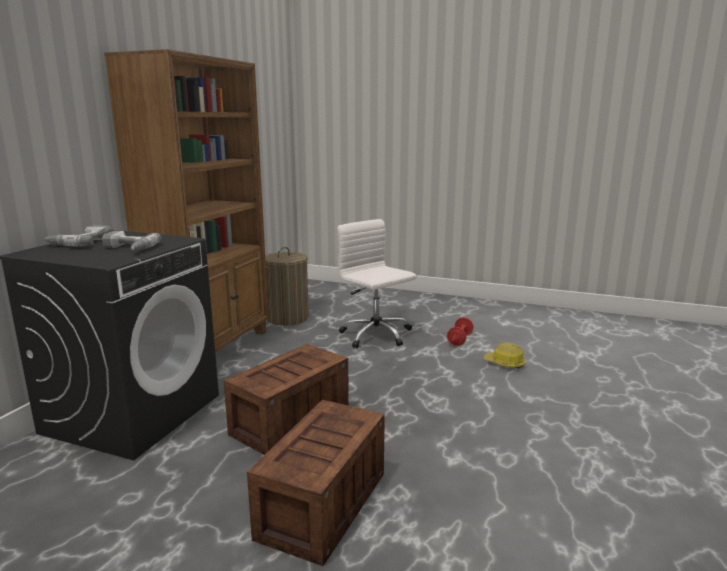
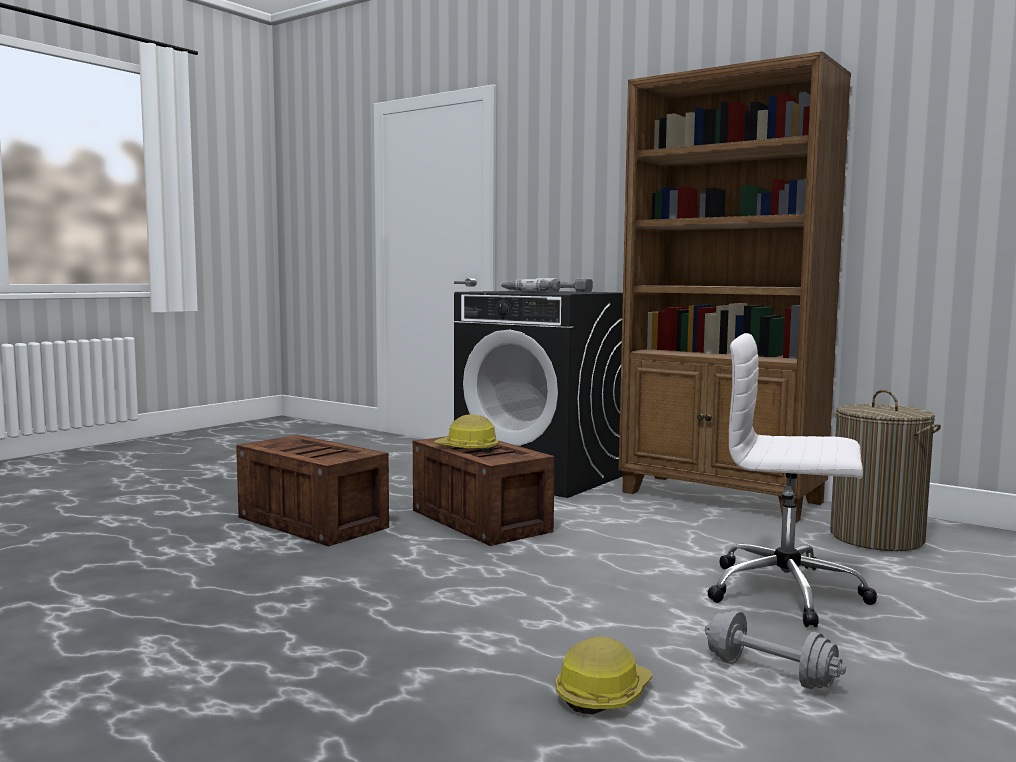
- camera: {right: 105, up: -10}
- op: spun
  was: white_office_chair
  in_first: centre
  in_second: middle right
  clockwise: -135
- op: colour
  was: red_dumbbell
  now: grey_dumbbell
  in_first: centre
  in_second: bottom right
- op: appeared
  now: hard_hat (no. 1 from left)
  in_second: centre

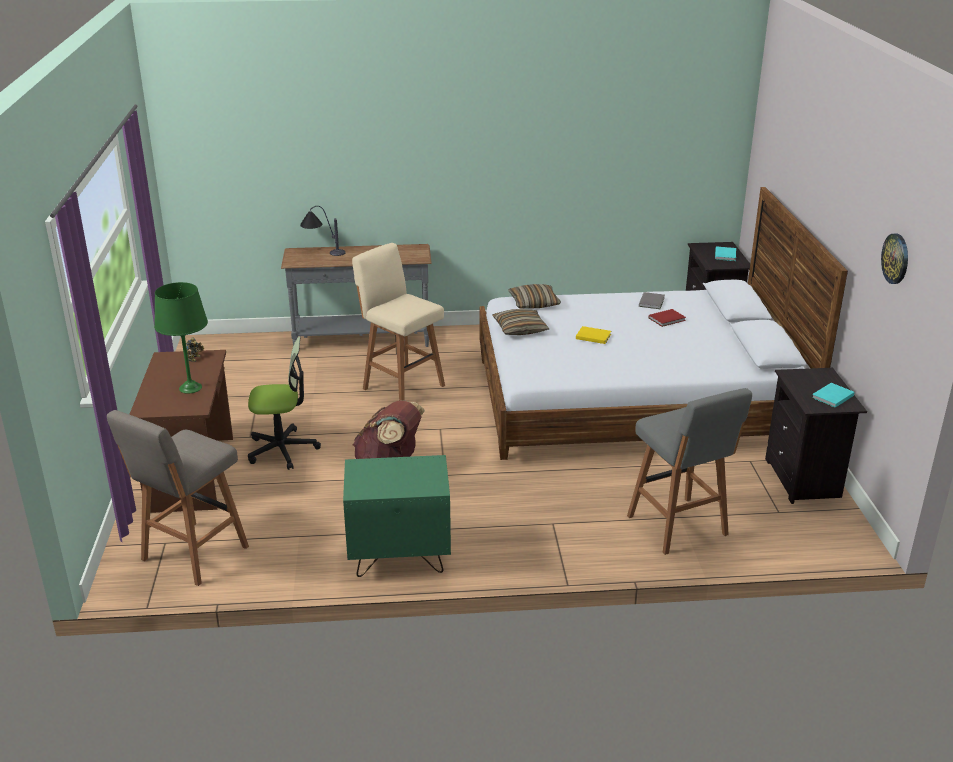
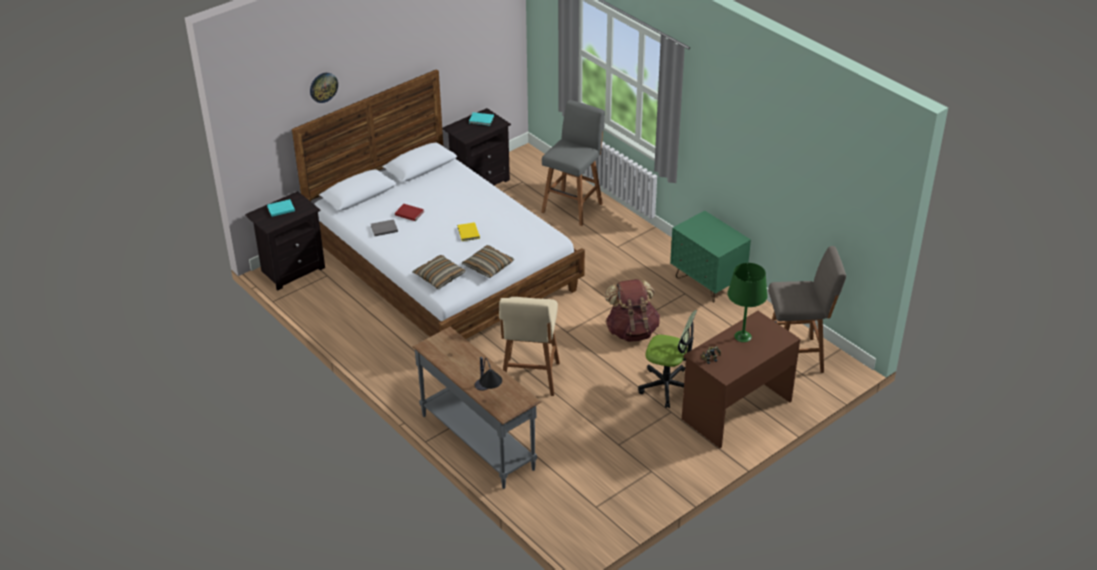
- camera: {right: -125, up: 10}
- op: spun
  was: office_chair
  in_first: middle left
  in_second: centre
  clockwise: 150
- op: relocated
  was: wall_clock
  in_first: middle right
  in_second: top left

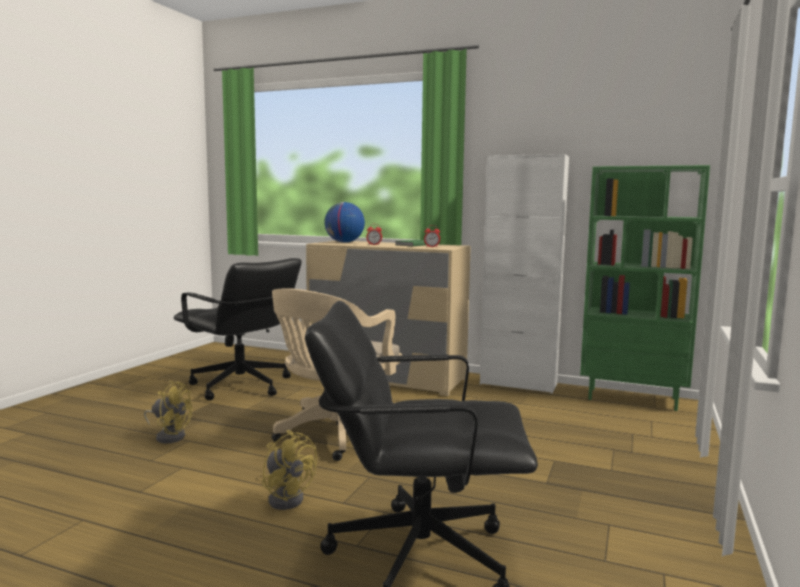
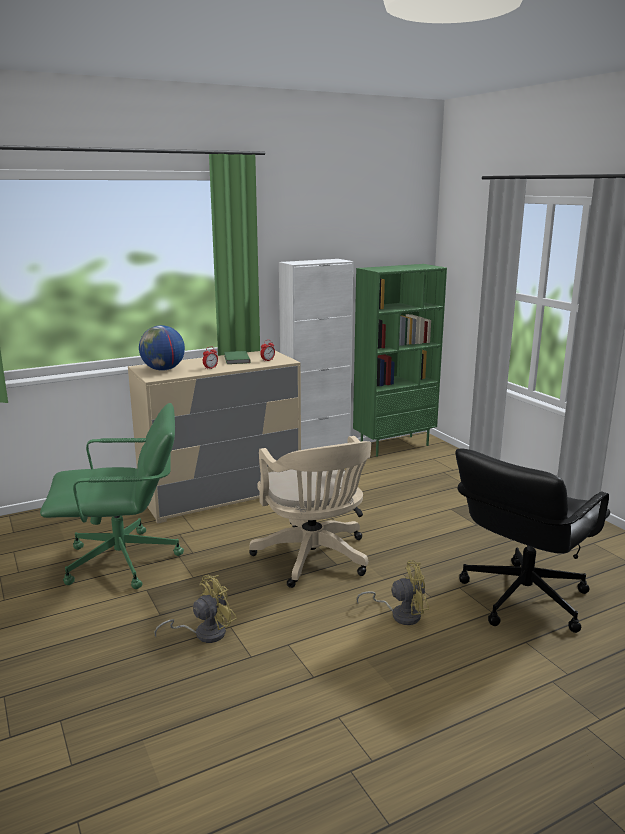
- camera: {right: -50, up: 10}
- op: colour
  was: black_office_chair (no. 1 from left)
  now: green_office_chair
  in_first: middle left
  in_second: middle left

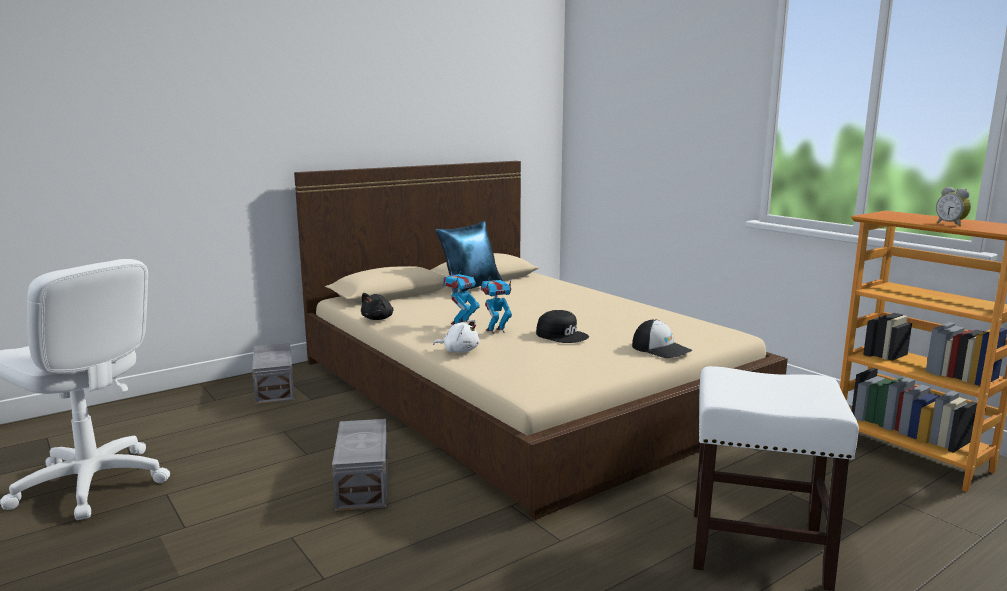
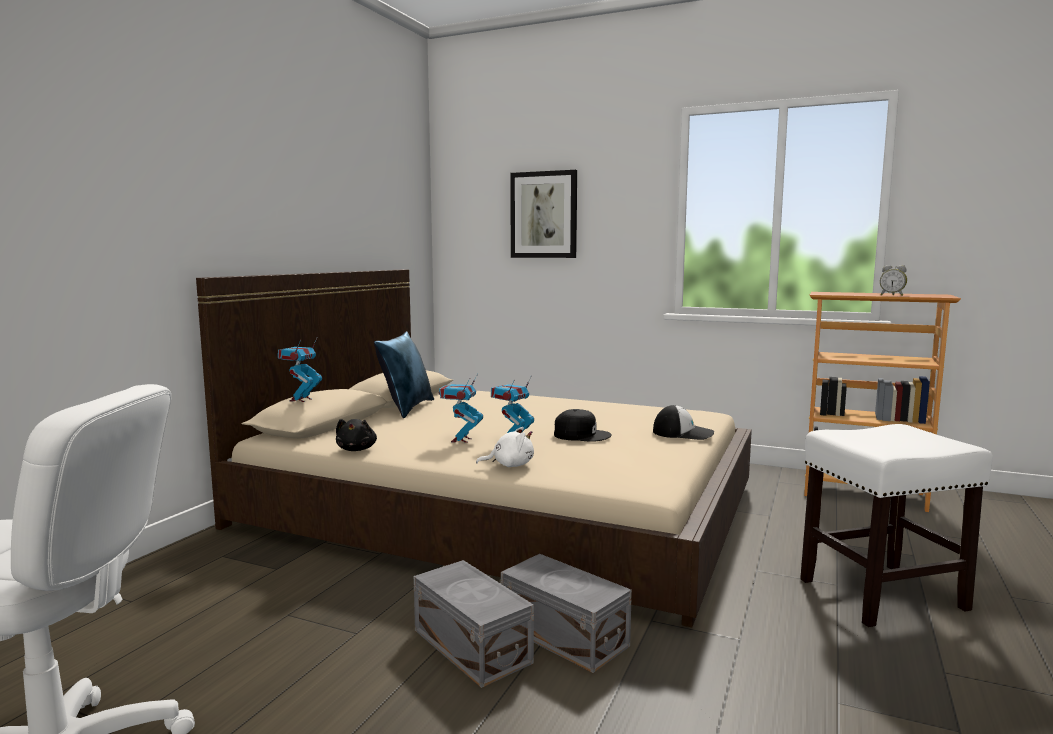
- camera: {right: -30, up: -5}
- op: relocated
  was: grey_storage_box (no. 1 from left in the first image)
  now: grey_storage_box (no. 2 from left)
  in_first: middle left
  in_second: bottom centre
- op: appeared
  now: toy_robot (no. 1 from left)
  in_second: middle left
- op: appeared
  now: picture
  in_second: top centre

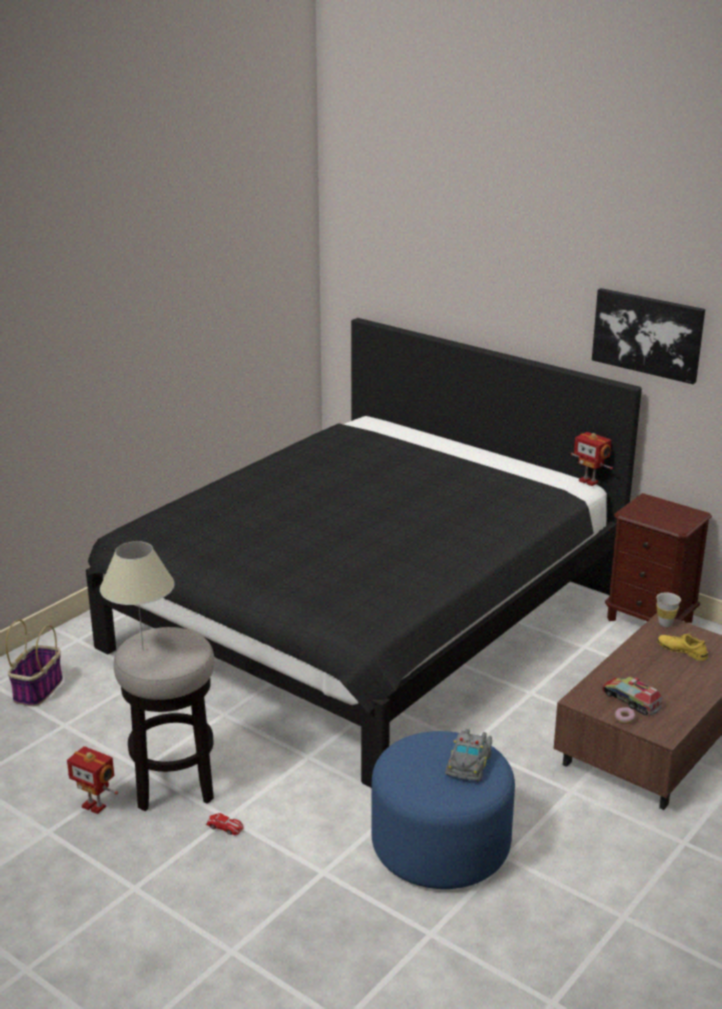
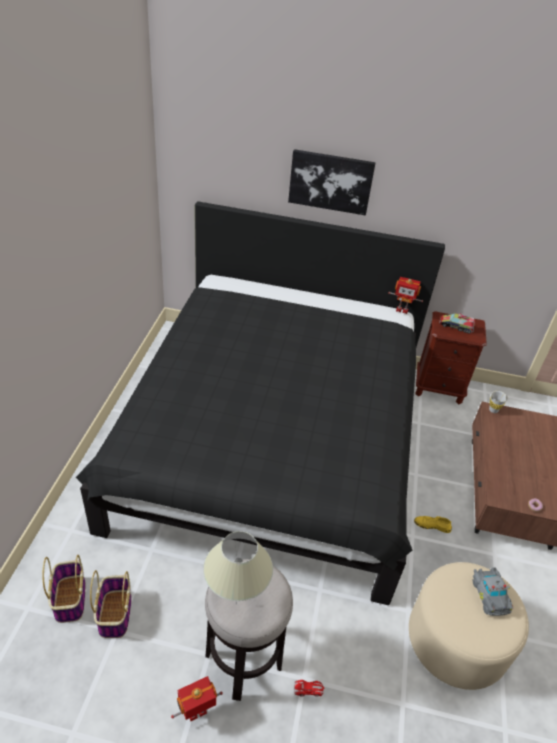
- camera: {right: -30, up: 15}
- op: spun
  was: toy_robot (no. 1 from left)
  in_first: bottom left
  in_second: bottom centre
  clockwise: 150
- op: colour
  was: blue_ottoman
  now: beige_ottoman
  in_first: bottom centre
  in_second: bottom right
- op: relocated
  was: picture
  in_first: top right
  in_second: top centre
- op: relocated
  was: toy_truck
  in_first: bottom right
  in_second: middle right
- op: relocated
  was: yellow_shoe
  in_first: middle right
  in_second: bottom right
- op: appeared
  now: basket (no. 2 from left)
  in_second: bottom left

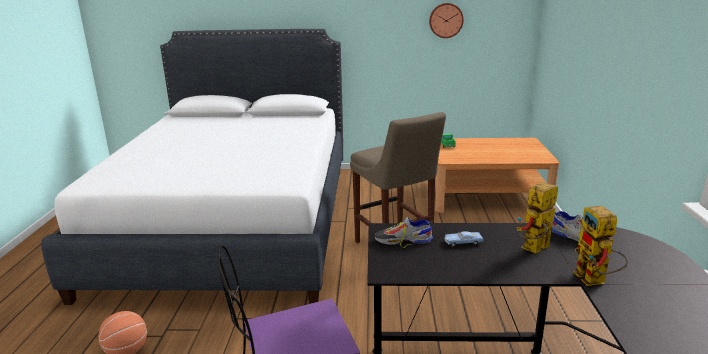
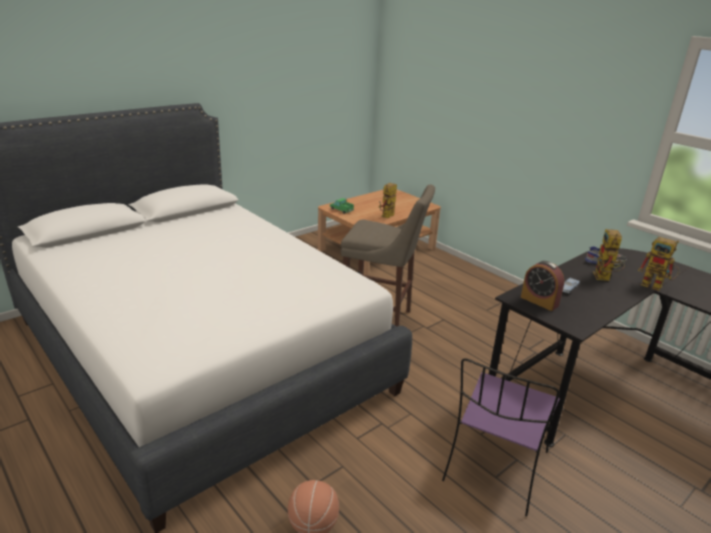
- camera: {right: -45, up: 5}
- op: exchanged
  was: shoe (no. 1 from left)
  now: alarm_clock
  in_first: centre
  in_second: middle right
- op: missing
  was: wall_clock
  in_first: top centre
- op: appeared
  now: toy_robot (no. 1 from left)
  in_second: centre

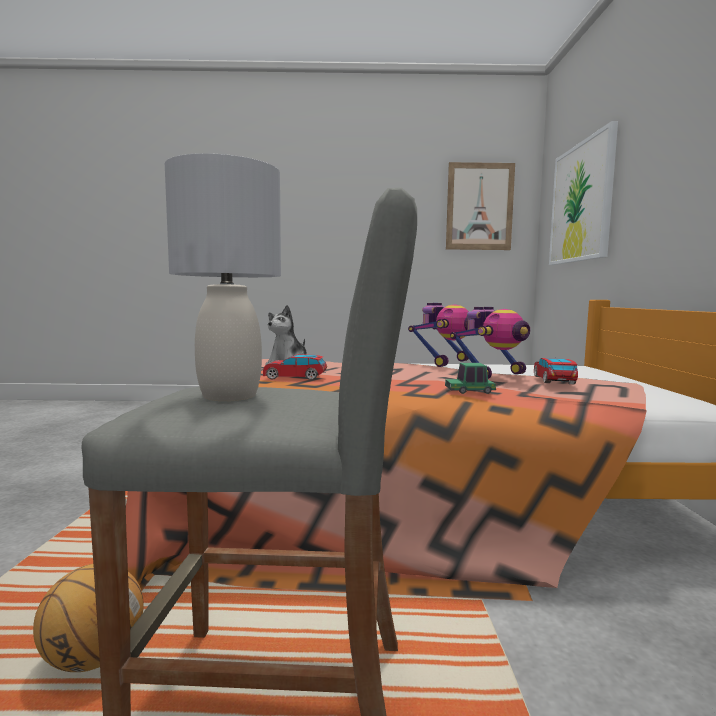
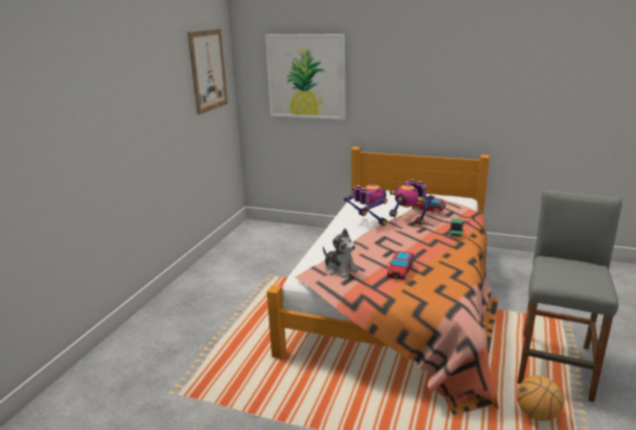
- camera: {right: -70, up: 15}
- op: missing
  was: grey_table_lamp
  in_first: middle left
- op: spun
  was: toy_robot (no. 2 from left)
  in_first: middle right
  in_second: centre
  clockwise: 150

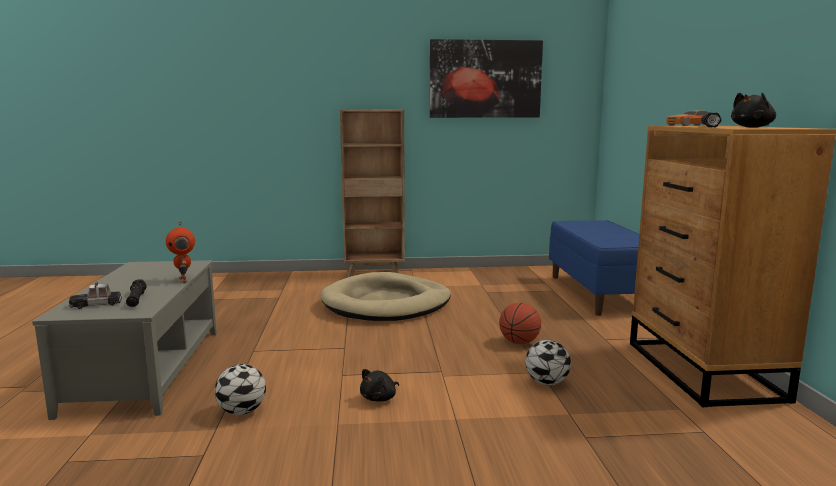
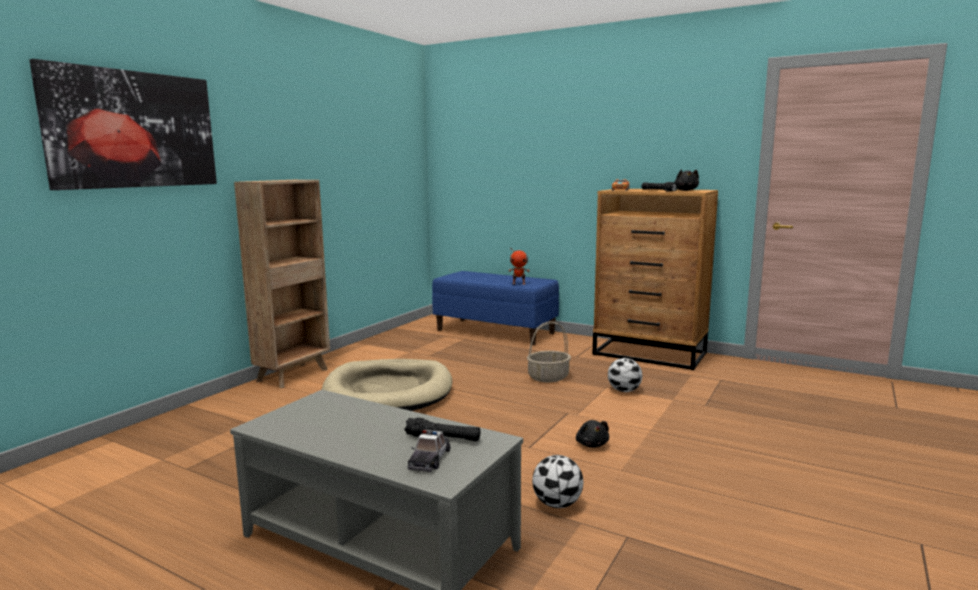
- camera: {right: -55, up: 0}
- op: relocated
  was: toy_robot
  in_first: middle left
  in_second: centre
- op: relocated
  was: picture
  in_first: top centre
  in_second: top left
- op: exchanged
  was: basketball
  now: basket
  in_first: centre
  in_second: centre

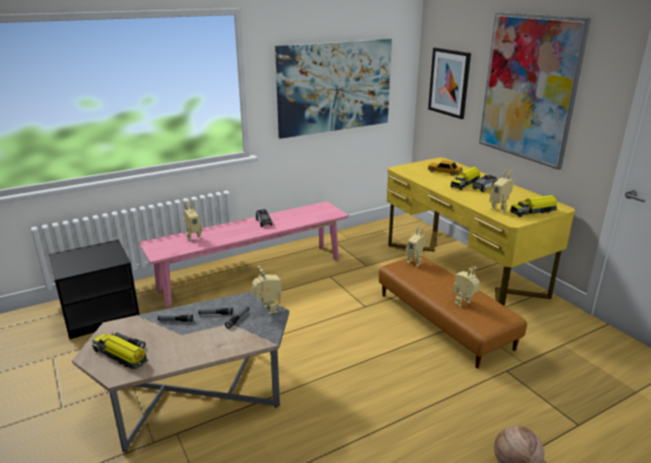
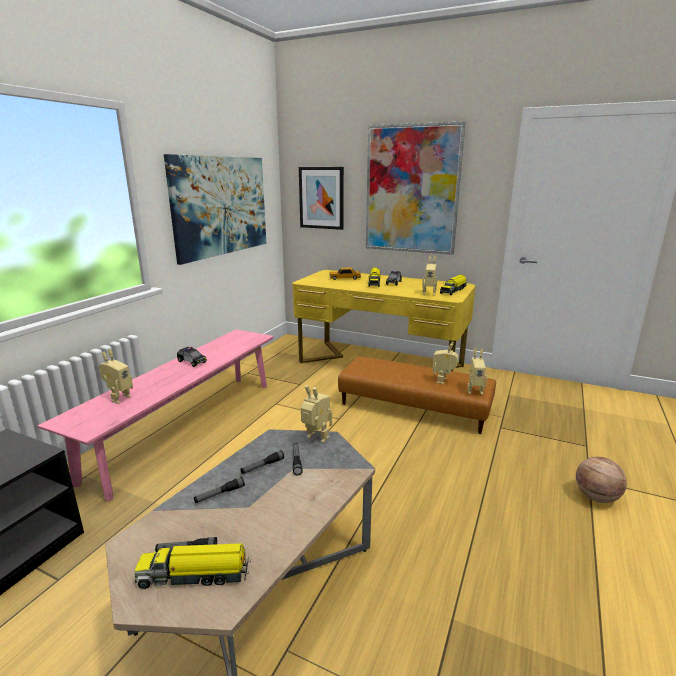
- camera: {right: -35, up: -5}
- op: relocated
  was: toy_robot (no. 3 from left in the first image)
  now: toy_robot (no. 5 from left)
  in_first: centre
  in_second: middle right

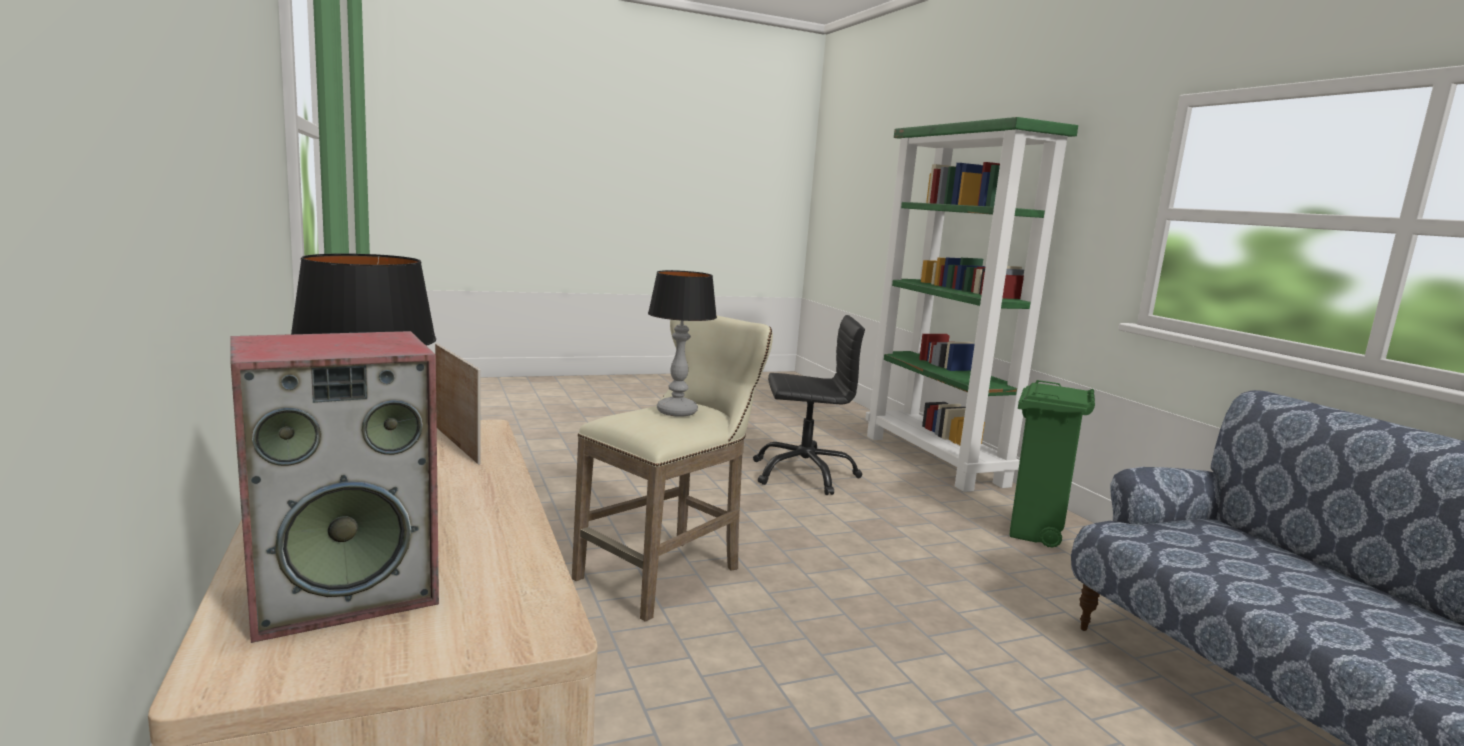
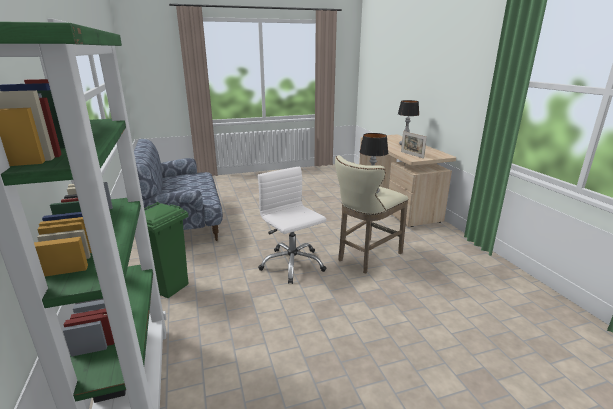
- camera: {right: -175, up: 10}
- op: missing
  was: speaker
  in_first: middle left
- op: missing
  was: black_office_chair
  in_first: centre
- op: appeared
  now: white_office_chair
  in_second: centre

